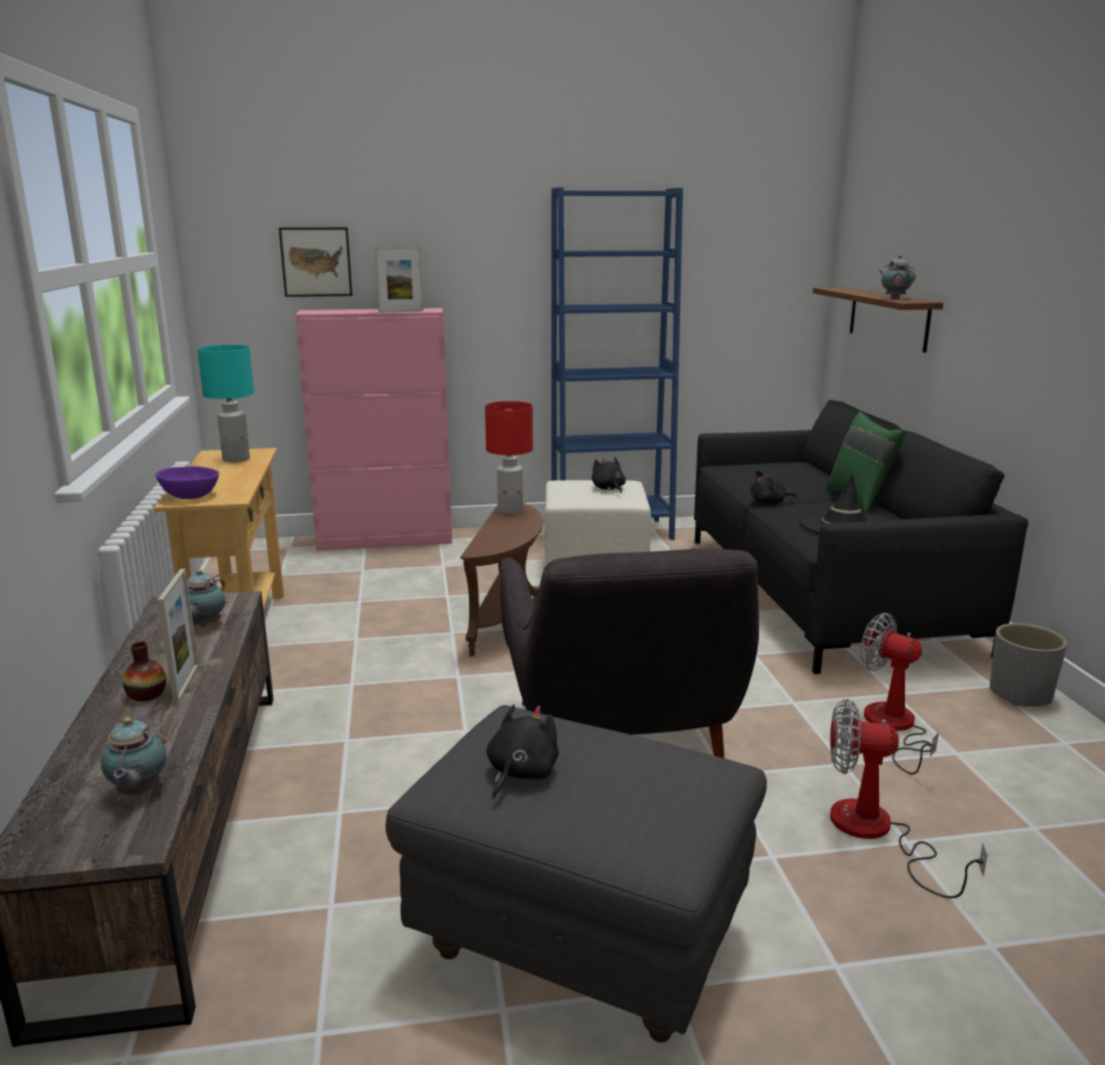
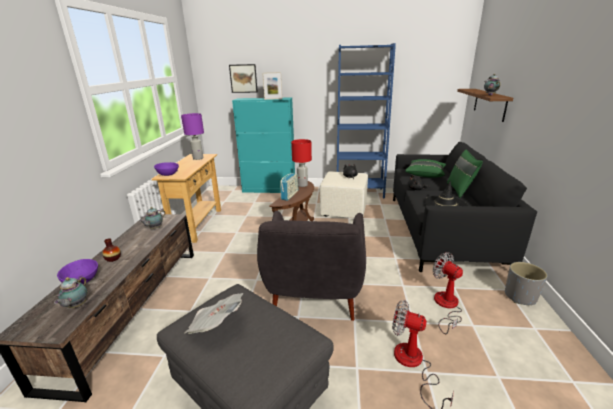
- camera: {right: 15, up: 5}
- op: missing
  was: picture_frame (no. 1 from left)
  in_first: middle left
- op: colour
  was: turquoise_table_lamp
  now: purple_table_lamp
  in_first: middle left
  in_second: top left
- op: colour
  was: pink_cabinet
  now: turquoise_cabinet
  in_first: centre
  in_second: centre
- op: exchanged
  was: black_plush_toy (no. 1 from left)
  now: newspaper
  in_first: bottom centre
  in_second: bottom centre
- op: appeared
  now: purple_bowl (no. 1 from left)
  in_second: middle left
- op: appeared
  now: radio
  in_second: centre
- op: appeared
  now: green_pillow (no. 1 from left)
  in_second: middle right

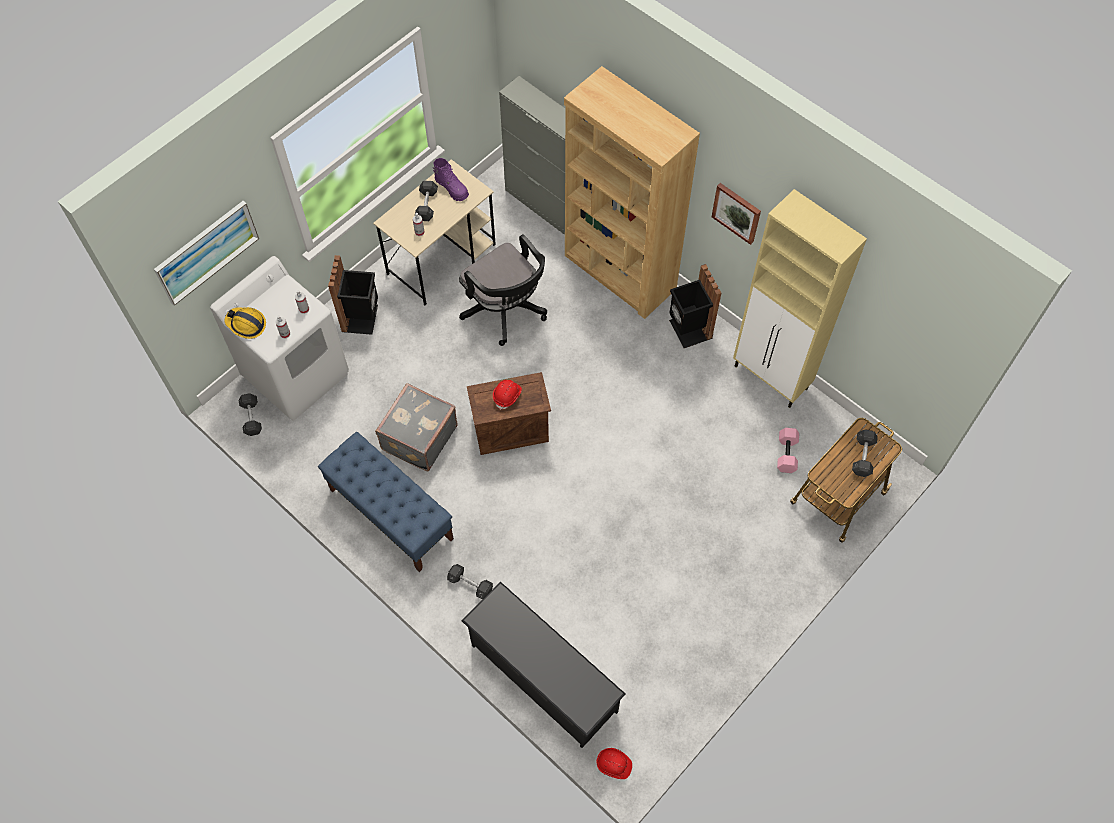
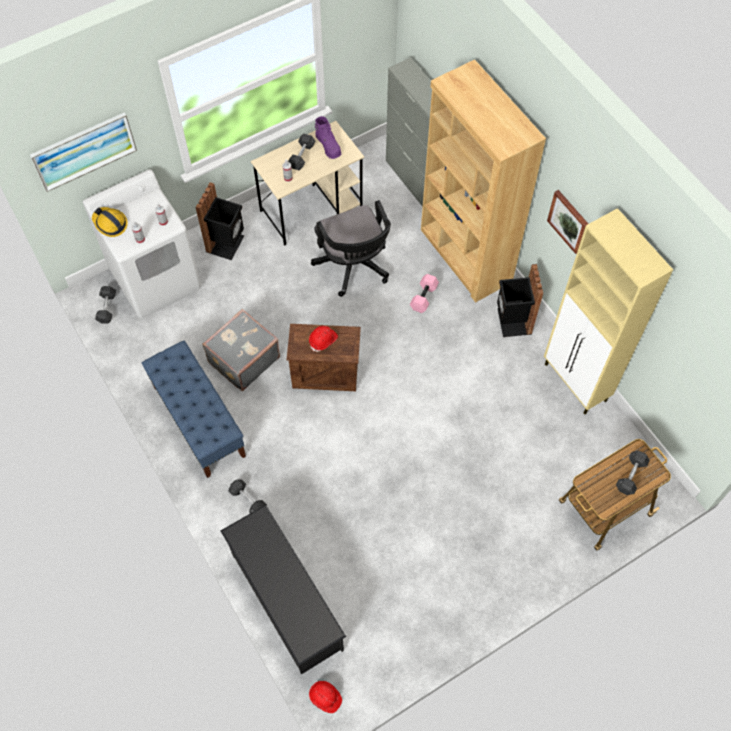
- camera: {right: 15, up: 0}
- op: relocated
  was: pink_dumbbell
  in_first: middle right
  in_second: centre

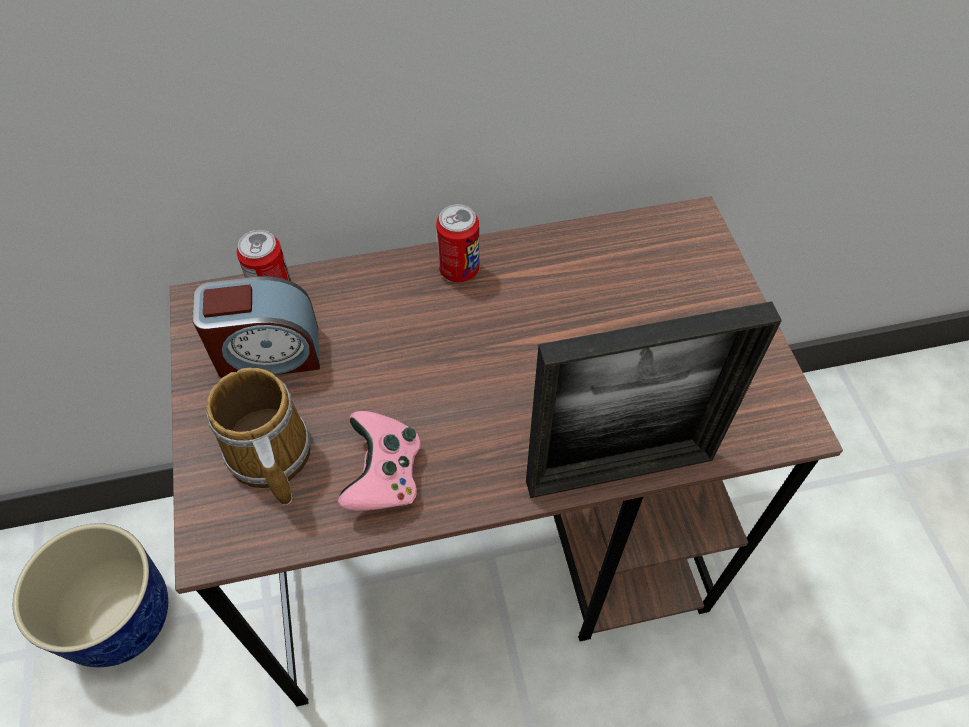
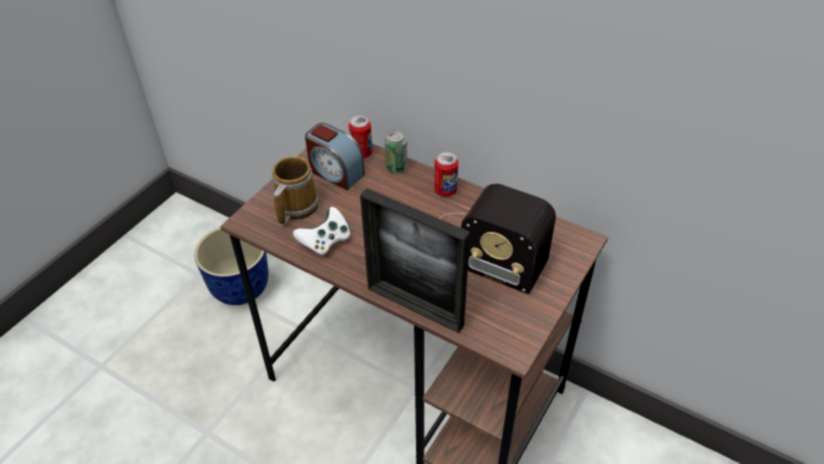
- camera: {right: 45, up: -10}
- op: colour
  was: pink_game_controller
  now: white_game_controller
  in_first: centre
  in_second: centre
- op: appeared
  now: can (no. 2 from left)
  in_second: top centre
- op: appeared
  now: radio
  in_second: centre

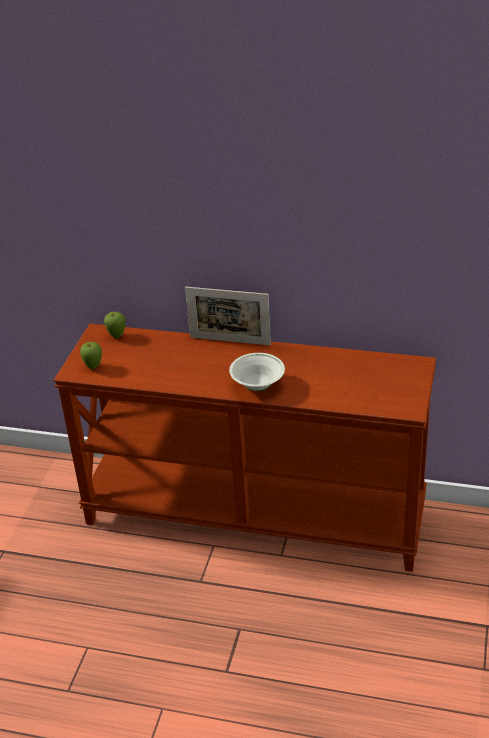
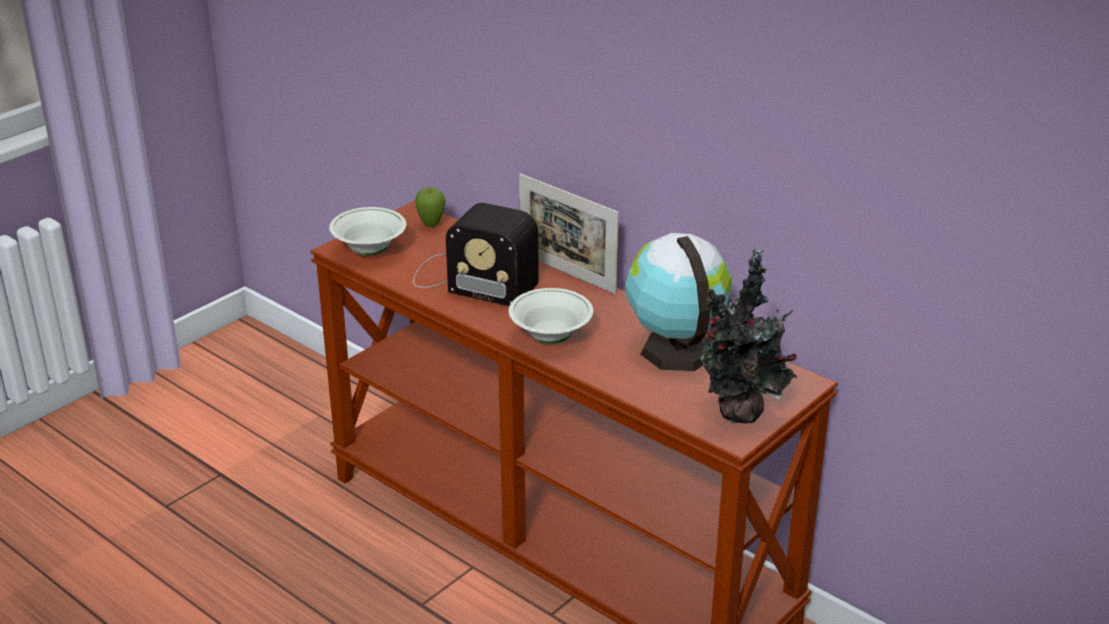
- camera: {right: 25, up: -5}
- op: exchanged
  was: apple (no. 1 from left)
  now: white_bowl (no. 1 from left)
  in_first: middle left
  in_second: middle left
- op: appeared
  now: radio
  in_second: centre
- op: appeared
  now: globe
  in_second: centre
- op: appeared
  now: potted_plant
  in_second: middle right

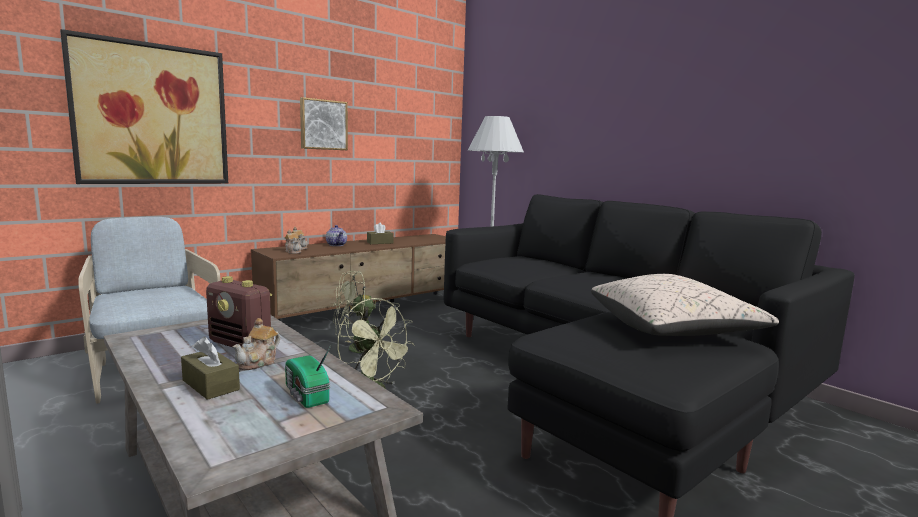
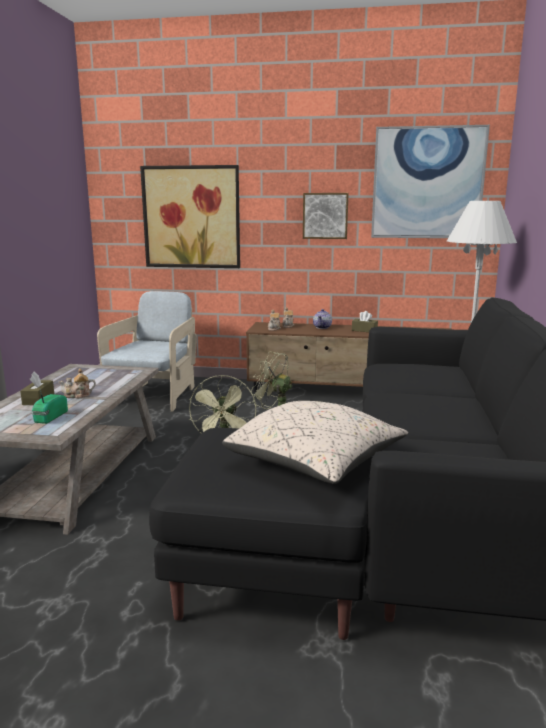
- camera: {right: 50, up: 5}
- op: missing
  was: radio (no. 1 from left)
  in_first: middle left
- op: appeared
  now: picture (no. 3 from left)
  in_second: top right

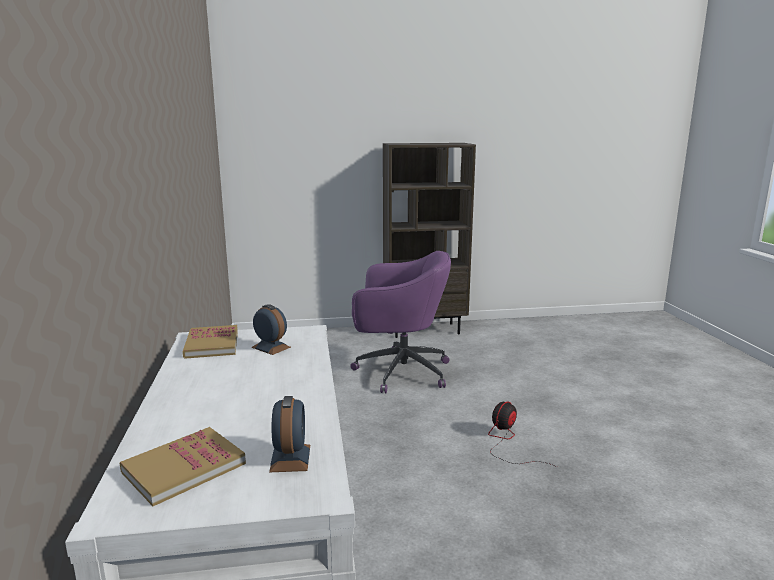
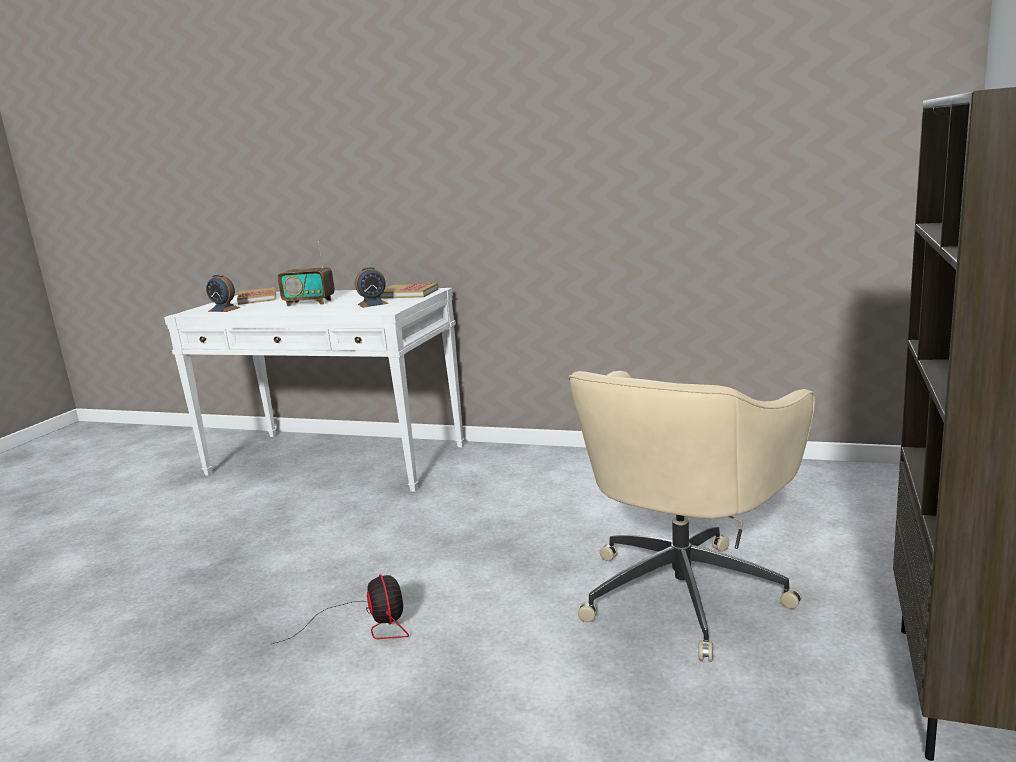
- camera: {right: 120, up: 0}
- op: colour
  was: purple_office_chair
  now: beige_office_chair
  in_first: centre
  in_second: bottom right
- op: appeared
  now: radio
  in_second: middle left

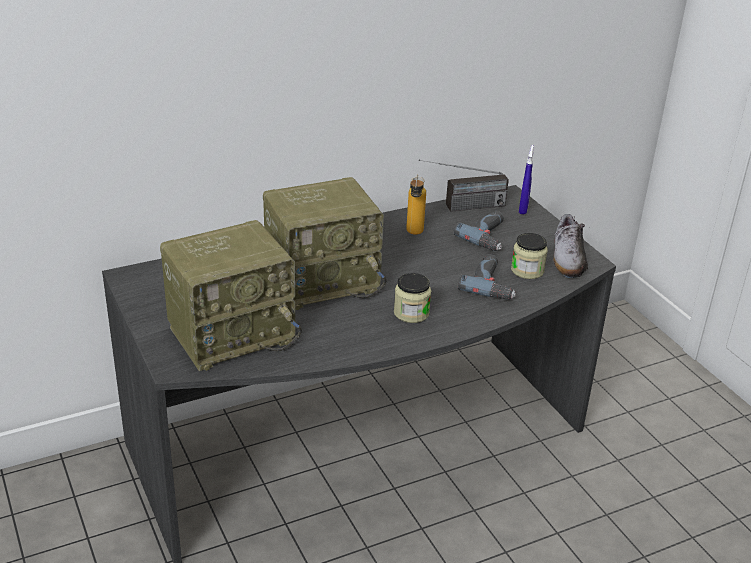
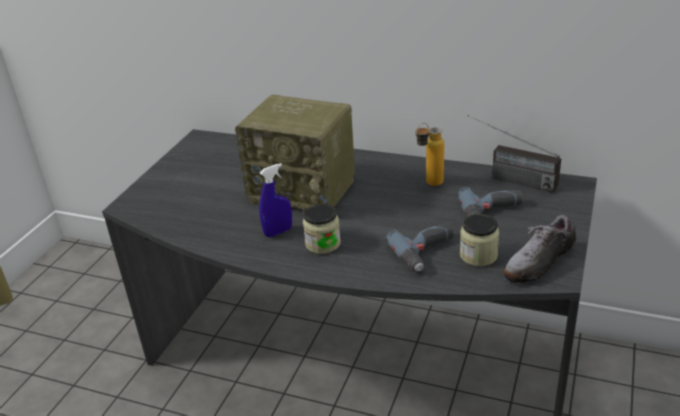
- camera: {right: 50, up: 0}
- op: missing
  was: radio (no. 1 from left)
  in_first: middle left
- op: relocated
  was: blue_spray_bottle
  in_first: top right
  in_second: centre

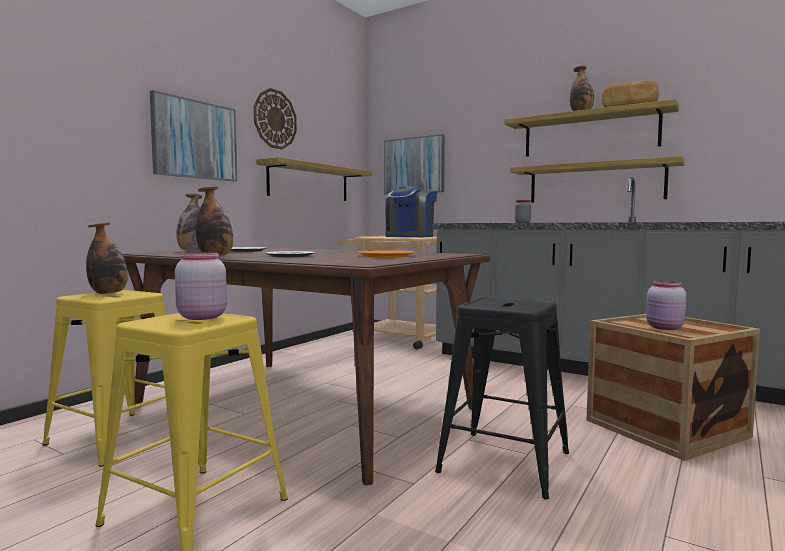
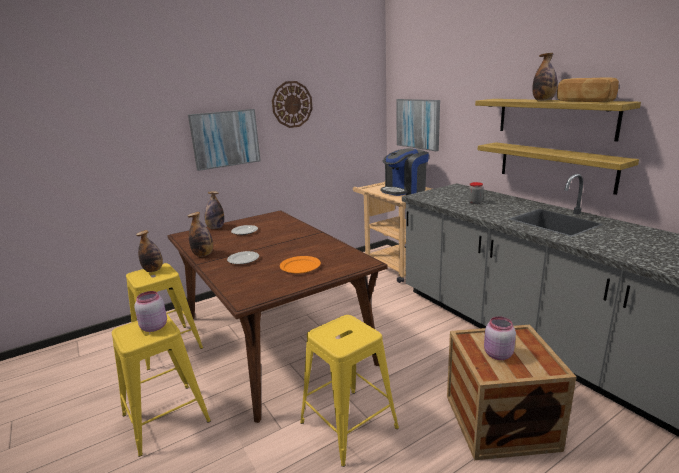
- camera: {right: 25, up: 15}
- op: missing
  was: shelf (no. 1 from left)
  in_first: top centre
- op: colour
  was: black_stool
  now: yellow_stool (no. 3 from left)
  in_first: bottom centre
  in_second: bottom centre

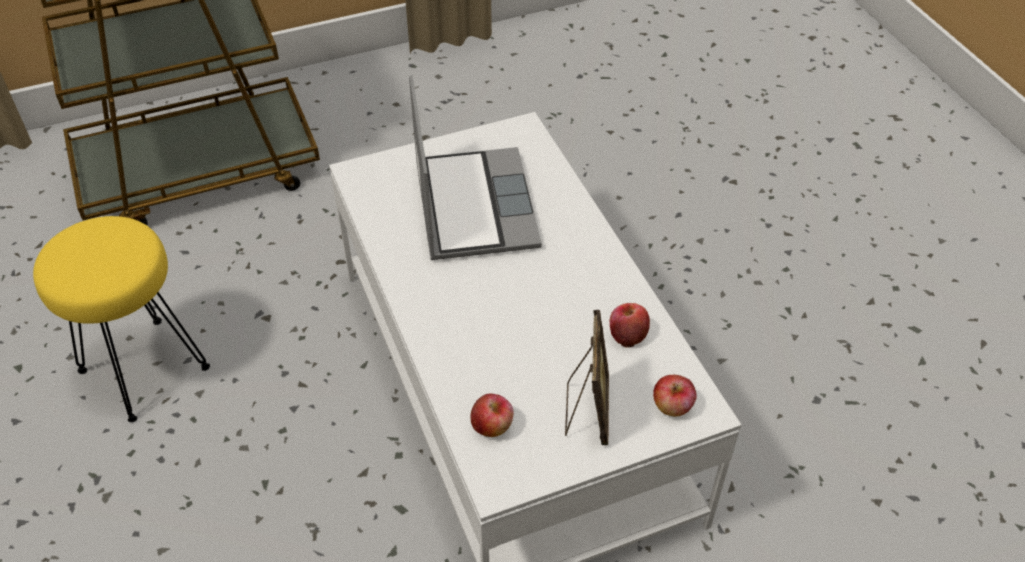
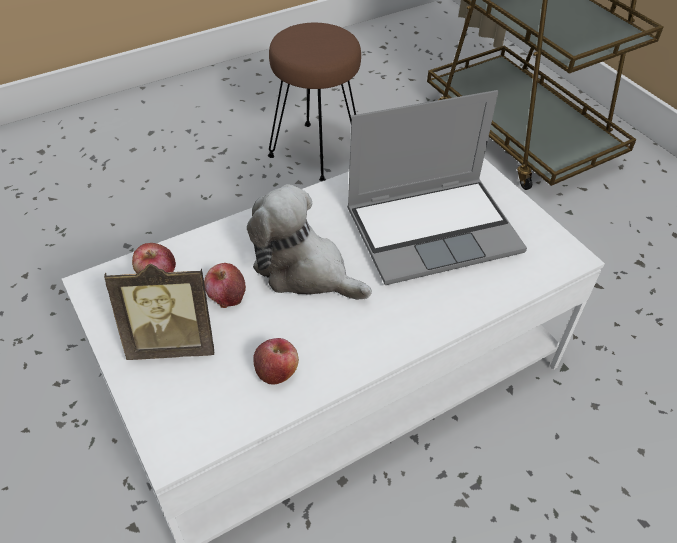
- camera: {right: 80, up: 0}
- op: colour
  was: yellow_stool
  now: brown_stool
  in_first: middle left
  in_second: top centre
- op: relocated
  was: apple (no. 3 from left in the first image)
  now: apple (no. 2 from left)
  in_first: bottom centre
  in_second: middle left
- op: appeared
  now: plush_toy
  in_second: centre

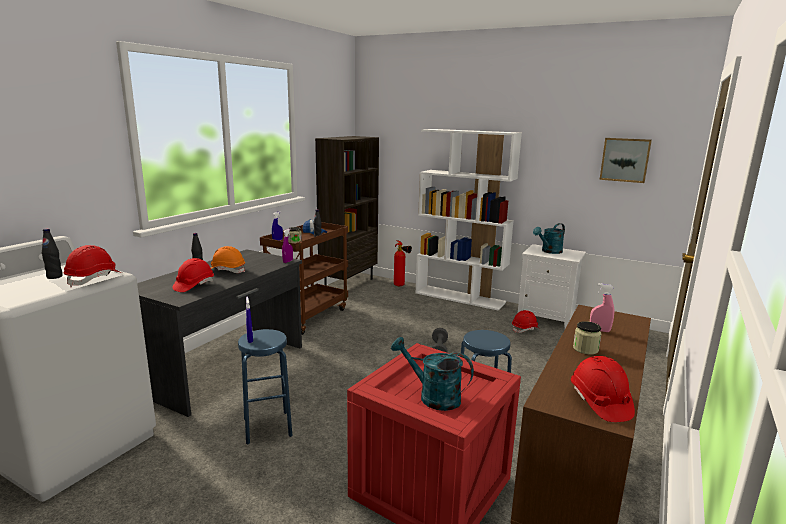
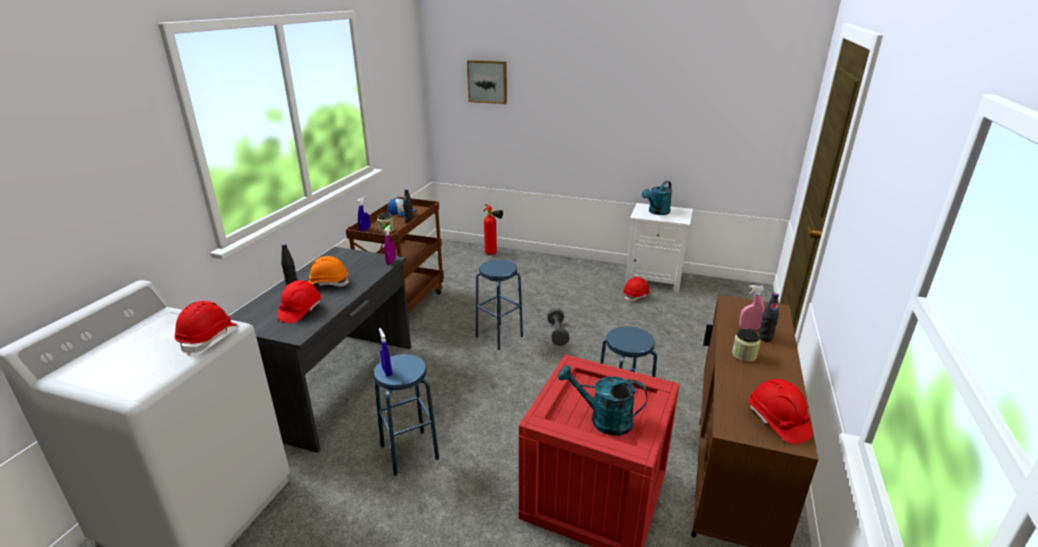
- camera: {right: -10, up: 10}
- op: relocated
  was: black_bottle (no. 1 from left in the first image)
  now: black_bottle (no. 3 from left)
  in_first: middle left
  in_second: middle right
- op: missing
  was: brown_bookcase
  in_first: centre
- op: missing
  was: white_bookcase
  in_first: centre
- op: relocated
  was: picture
  in_first: top right
  in_second: top centre
- op: appeared
  now: blue_stool (no. 2 from left)
  in_second: centre

